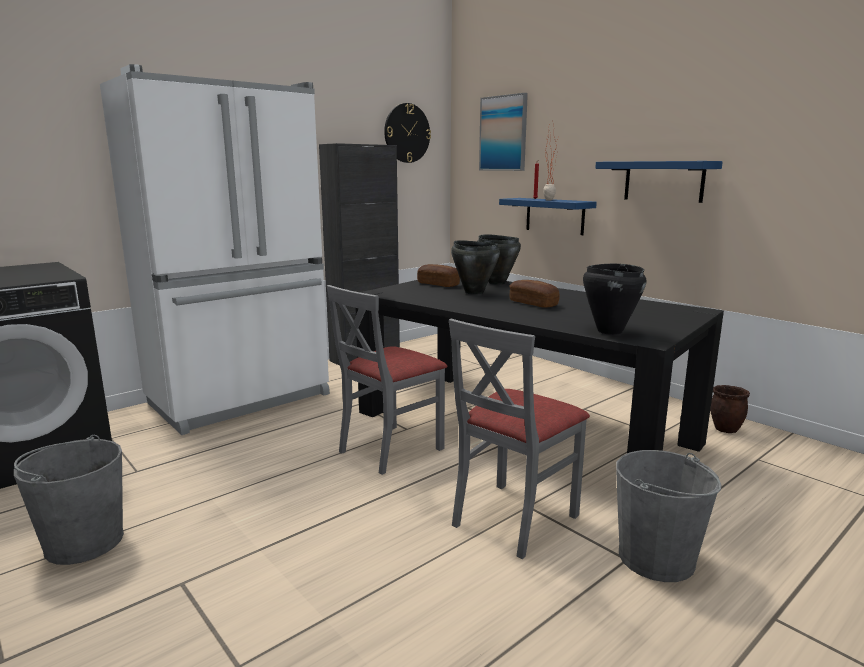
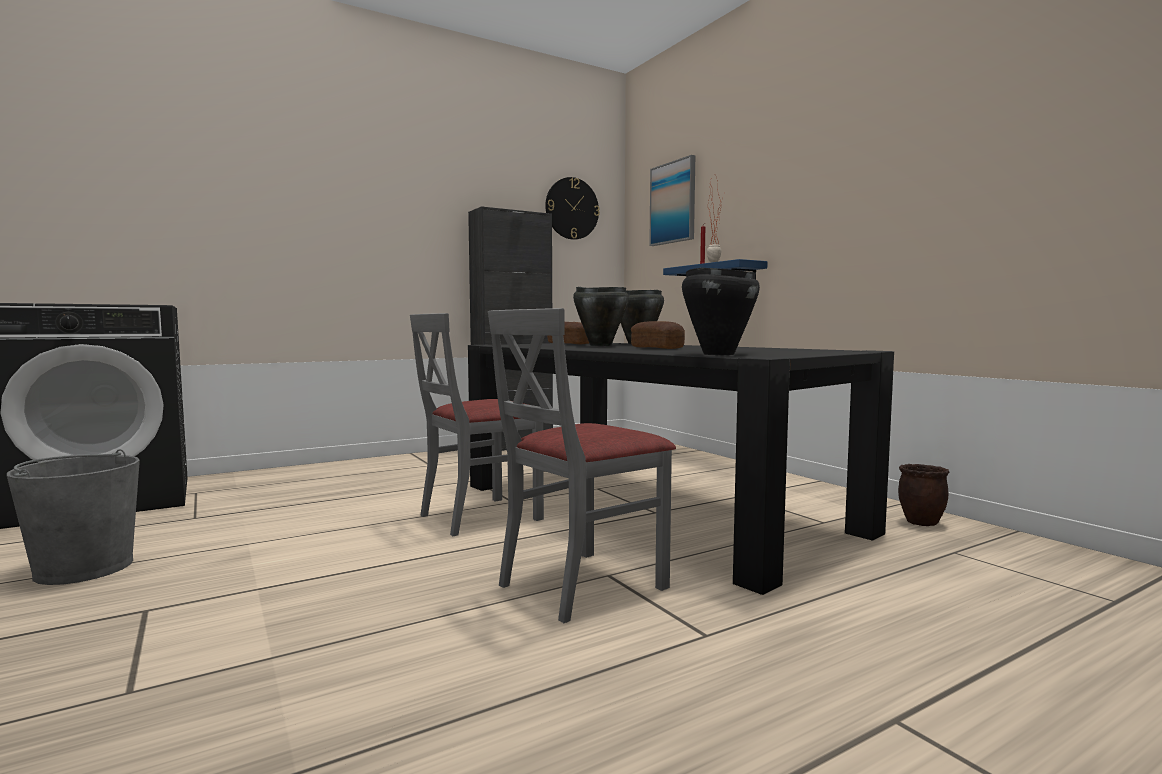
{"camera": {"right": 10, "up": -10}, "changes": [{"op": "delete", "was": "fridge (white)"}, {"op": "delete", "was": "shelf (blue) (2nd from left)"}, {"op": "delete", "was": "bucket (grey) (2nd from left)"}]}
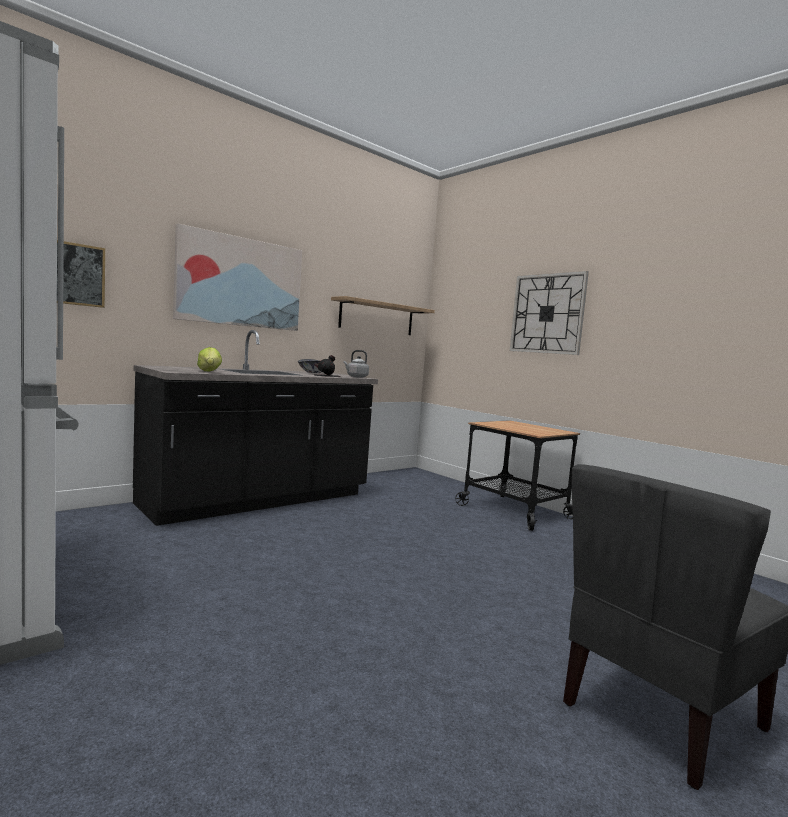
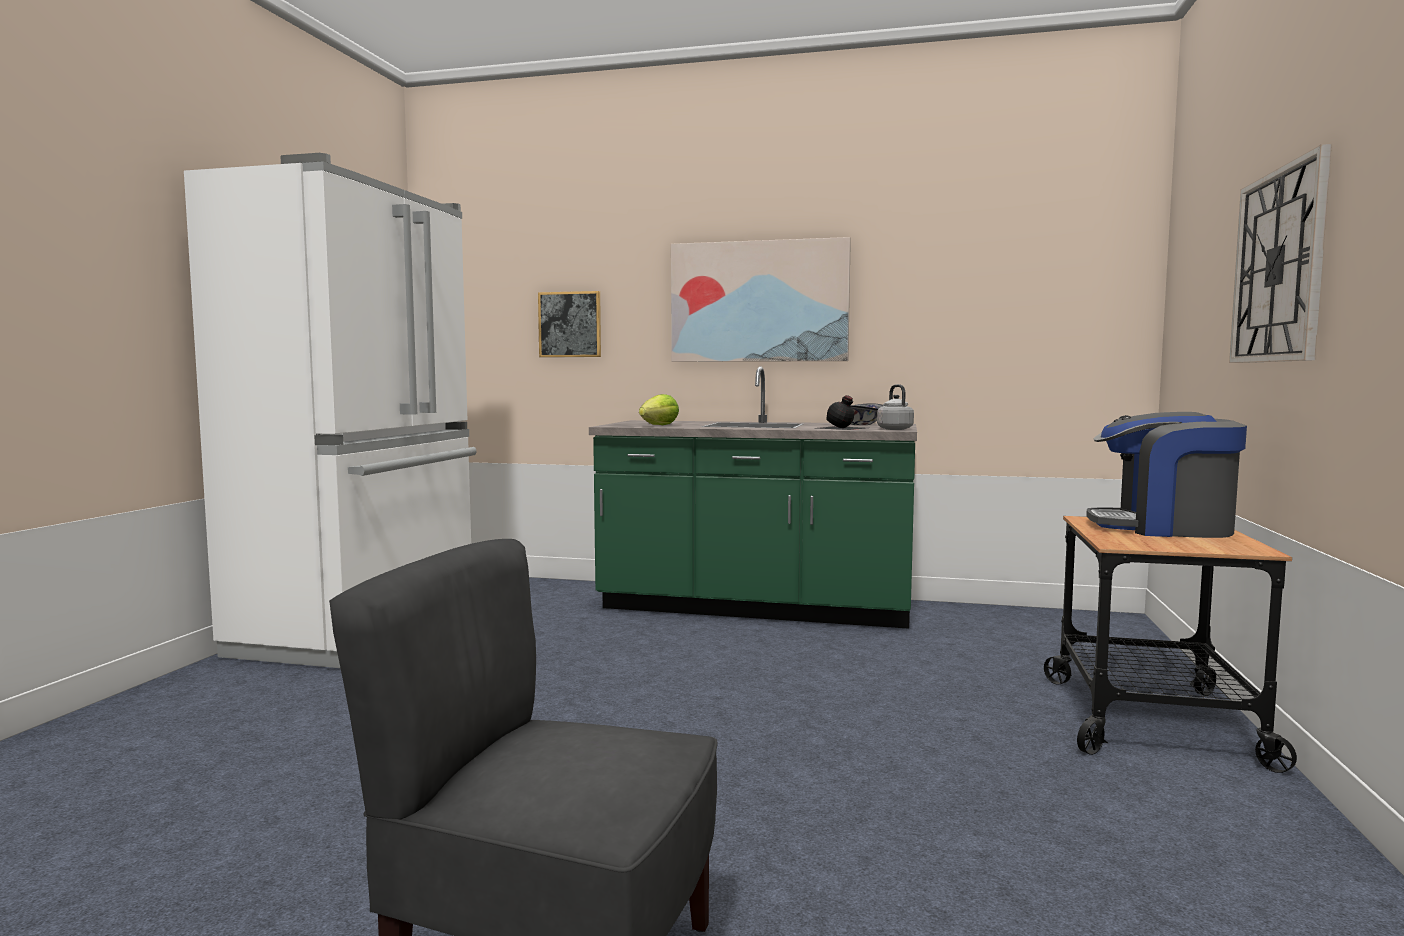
{"camera": {"right": 55, "up": 0}, "changes": [{"op": "recolor", "was": "counter (black)", "now": "counter (green)"}, {"op": "delete", "was": "shelf"}, {"op": "insert", "now": "coffee machine"}]}
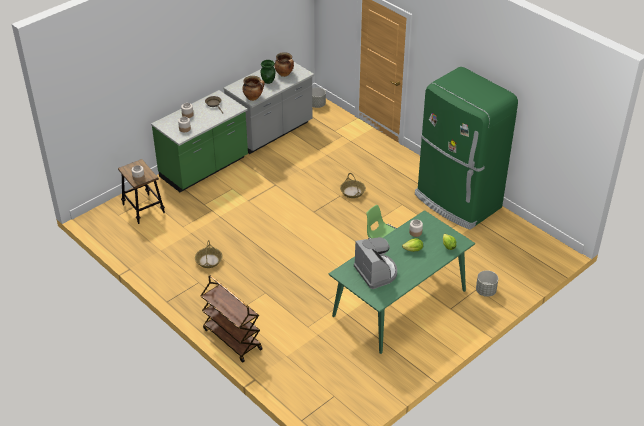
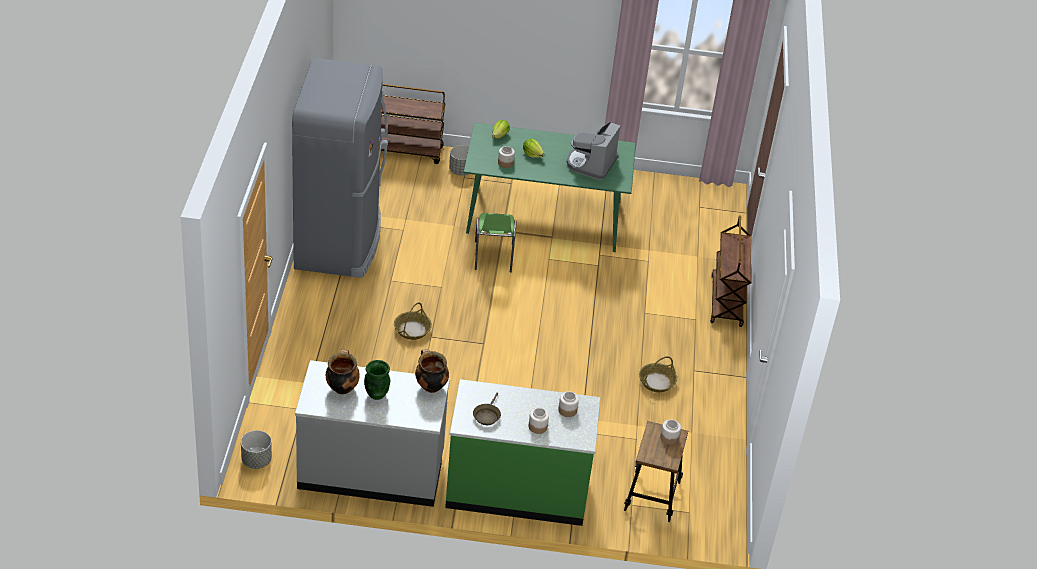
{"camera": {"right": -135, "up": 0}, "changes": [{"op": "recolor", "was": "fridge (green)", "now": "fridge (grey)"}, {"op": "insert", "now": "cart (brown) (1st from left)"}]}
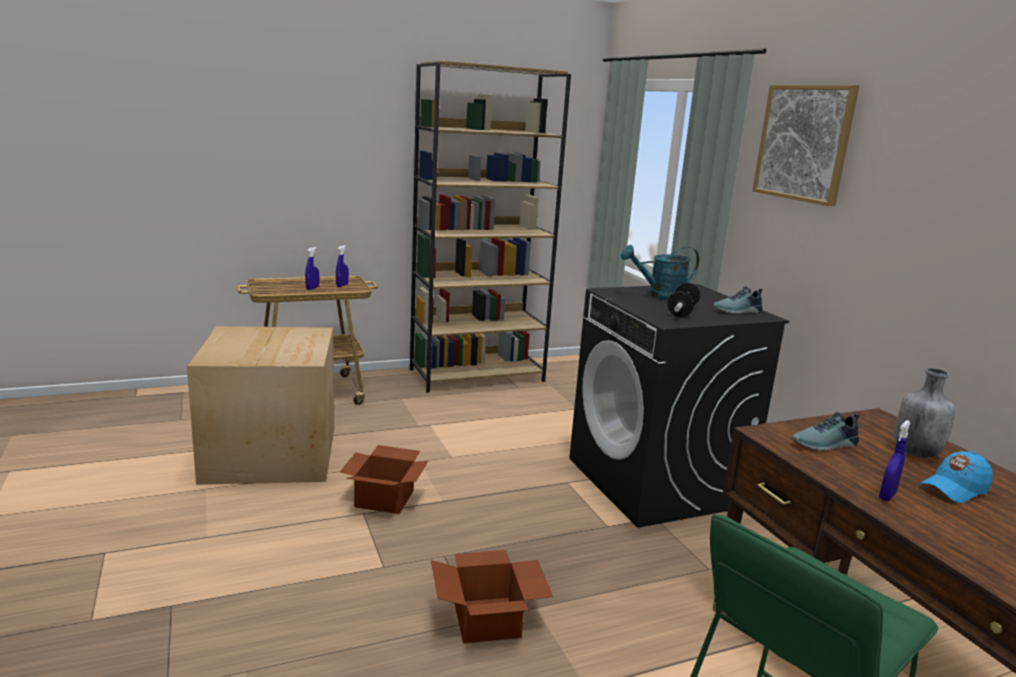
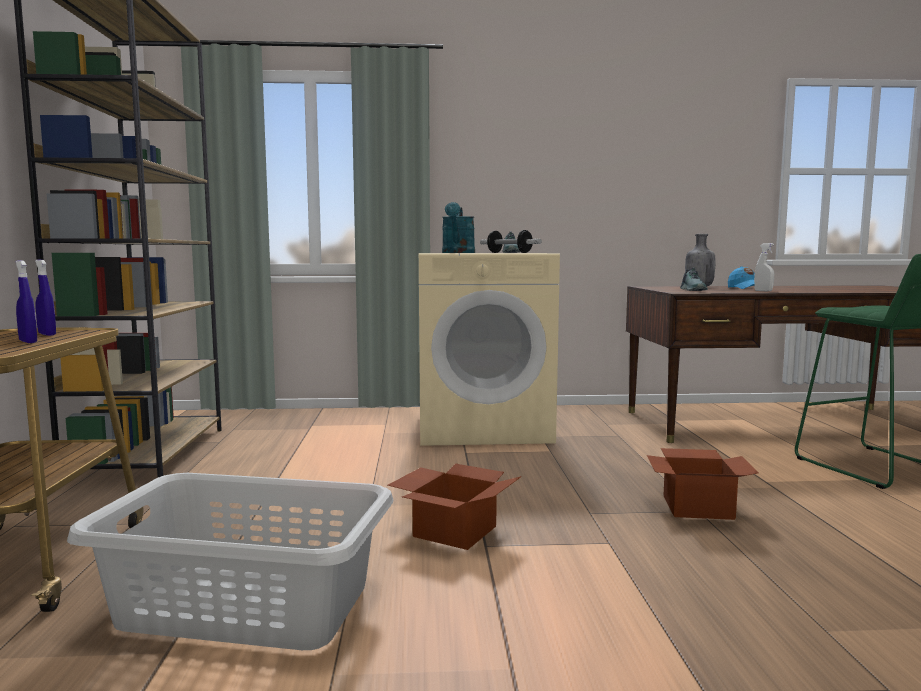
{"camera": {"right": -70, "up": -10}, "changes": [{"op": "replace", "was": "cardboard box (1st from left)", "now": "laundry basket (grey)"}, {"op": "recolor", "was": "washing machine (black)", "now": "washing machine (beige)"}, {"op": "delete", "was": "picture"}, {"op": "recolor", "was": "spray bottle (blue) (3rd from left)", "now": "spray bottle (white)"}]}
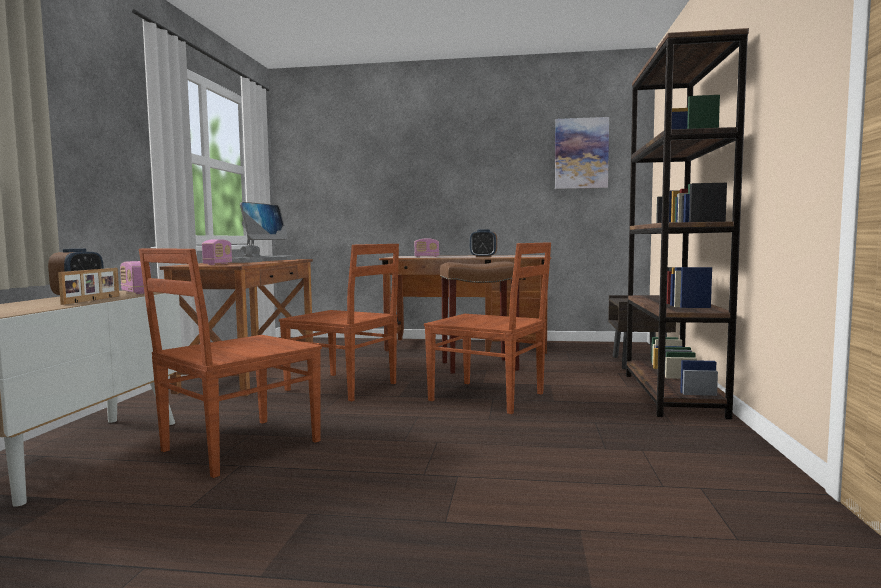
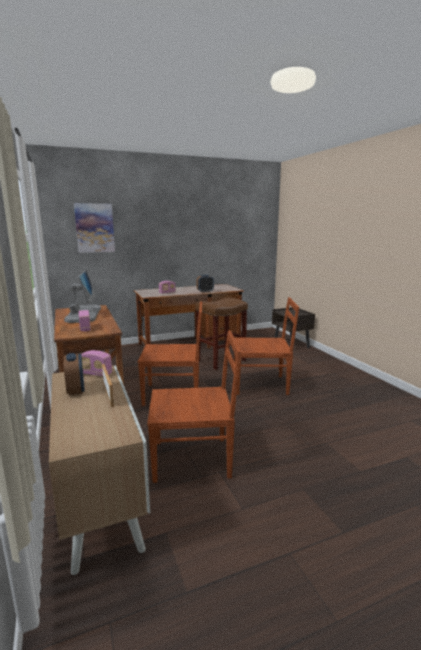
{"camera": {"right": -30, "up": 10}, "changes": [{"op": "rotate", "was": "chair (brown) (1st from left in the first image)", "clockwise": -105}, {"op": "move", "was": "picture"}, {"op": "delete", "was": "bookcase (brown)"}]}
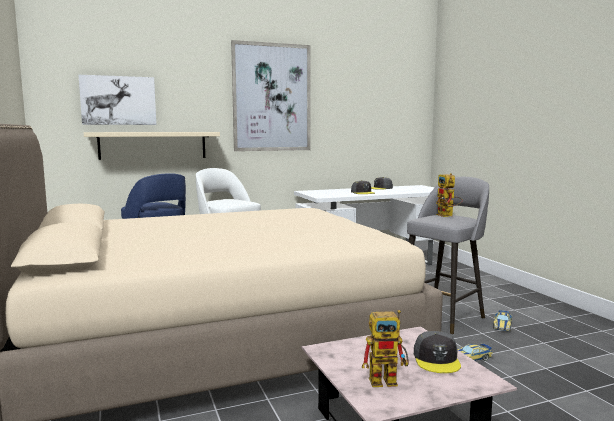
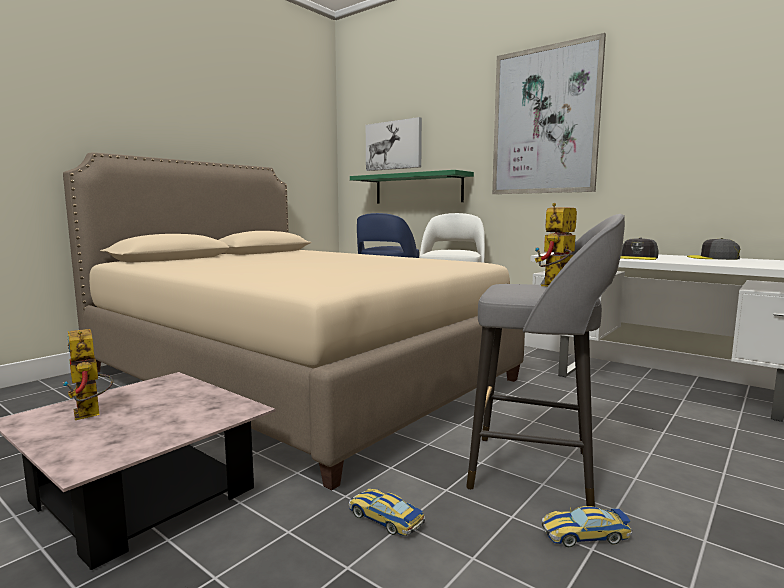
{"camera": {"right": 60, "up": 0}, "changes": [{"op": "recolor", "was": "shelf (beige)", "now": "shelf (green)"}, {"op": "delete", "was": "cap (grey) (3rd from left)"}]}
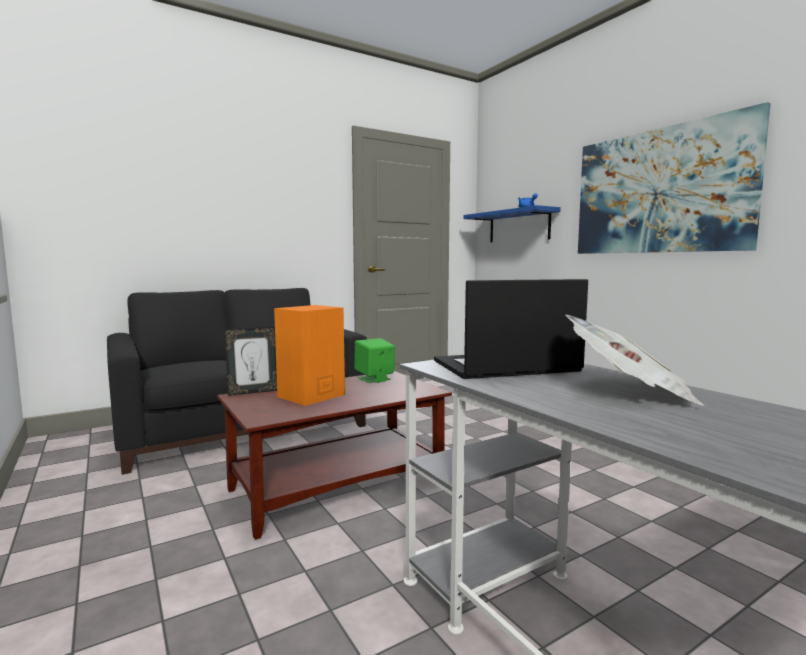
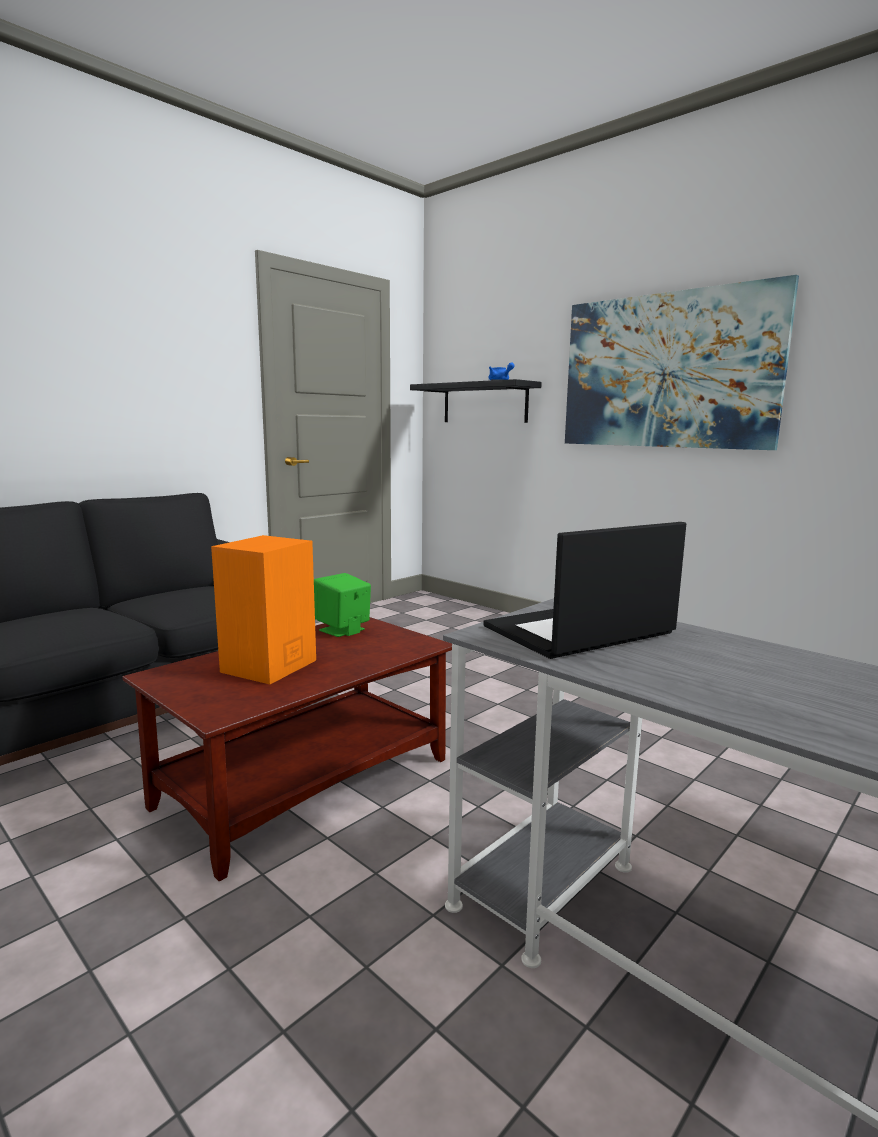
{"camera": {"right": -15, "up": 5}, "changes": [{"op": "delete", "was": "picture frame"}, {"op": "recolor", "was": "shelf (blue)", "now": "shelf (black)"}, {"op": "delete", "was": "newspaper"}]}
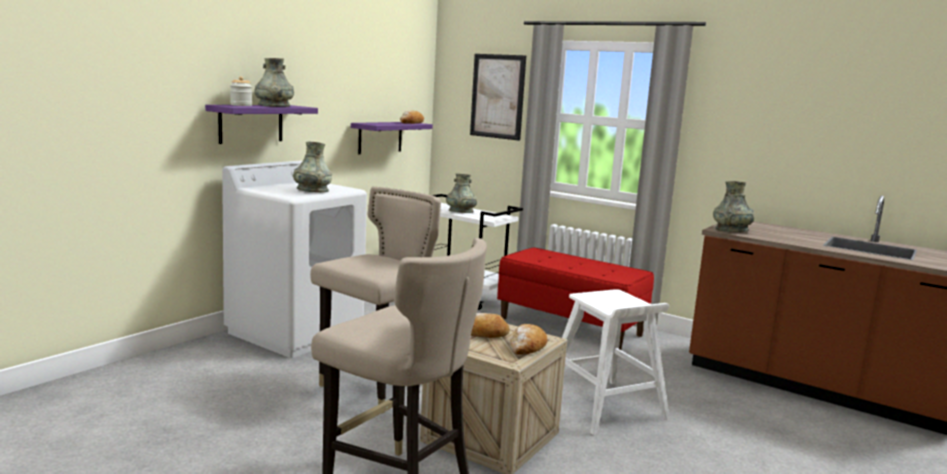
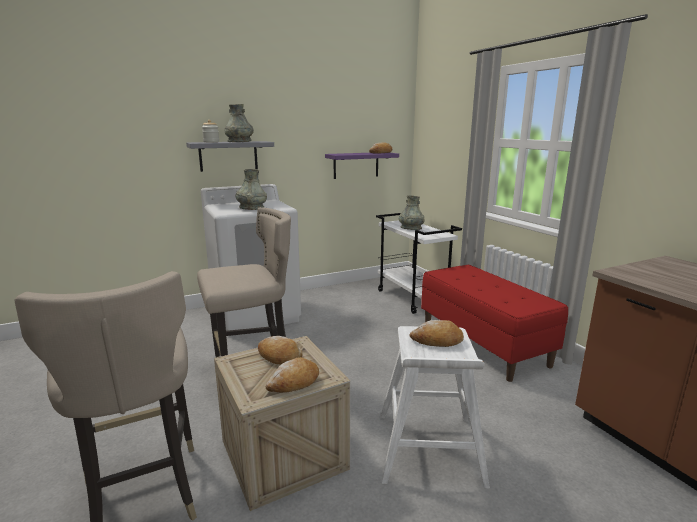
{"camera": {"right": 30, "up": 5}, "changes": [{"op": "recolor", "was": "shelf (purple) (1st from left)", "now": "shelf (grey)"}, {"op": "delete", "was": "picture"}, {"op": "delete", "was": "vase (grey) (4th from left)"}, {"op": "insert", "now": "bread (4th from left)"}]}
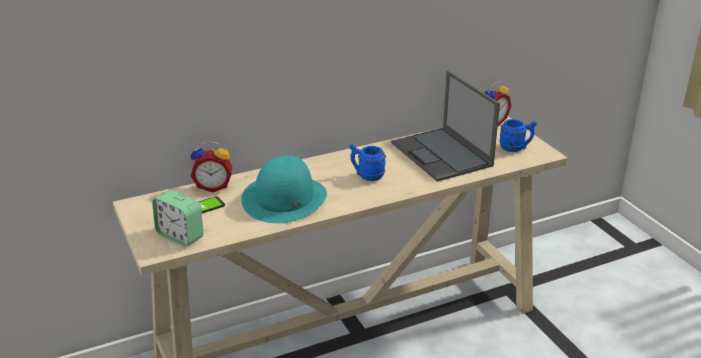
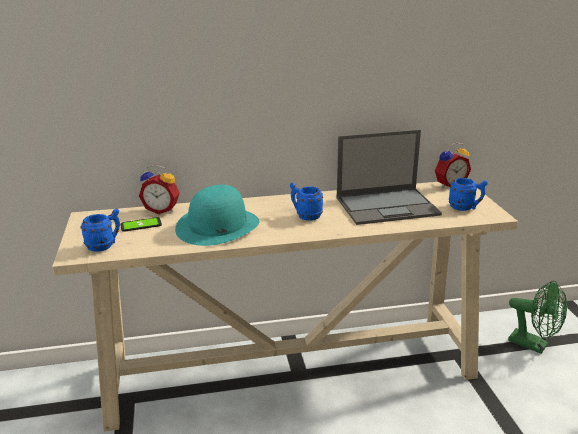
{"camera": {"right": 15, "up": -5}, "changes": [{"op": "replace", "was": "alarm clock (1st from left)", "now": "mug (blue) (1st from left)"}, {"op": "rotate", "was": "laptop", "clockwise": -90}, {"op": "insert", "now": "fan (green)"}]}
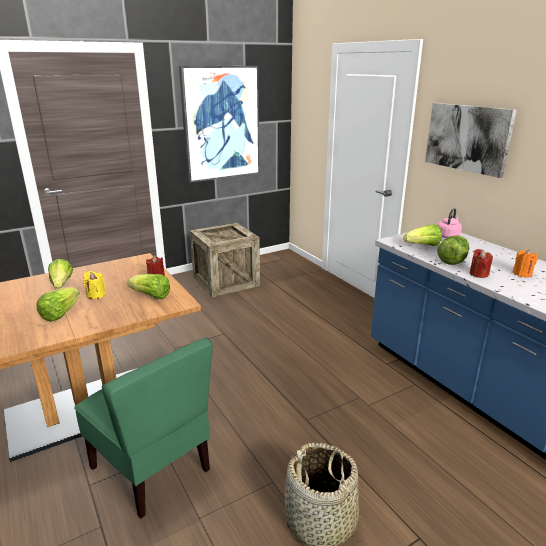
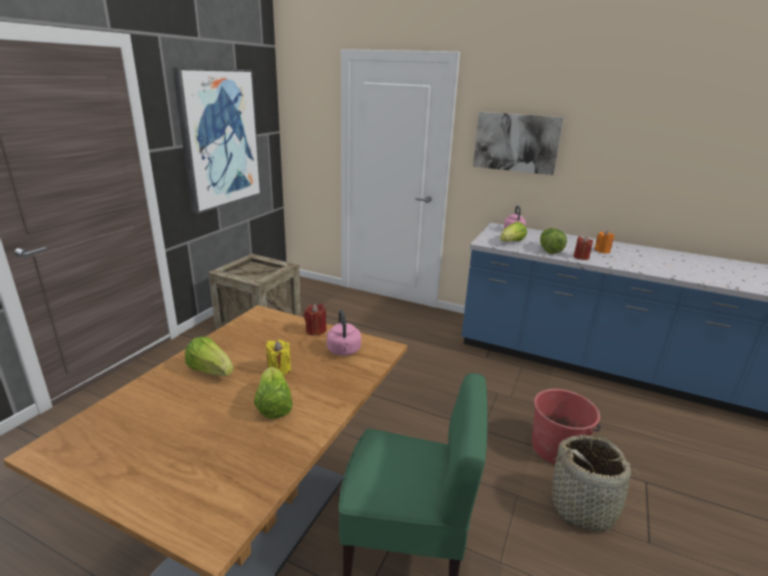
{"camera": {"right": -35, "up": 0}, "changes": [{"op": "replace", "was": "lettuce (3rd from left)", "now": "kettle (pink) (1st from left)"}, {"op": "insert", "now": "bucket (red)"}]}
